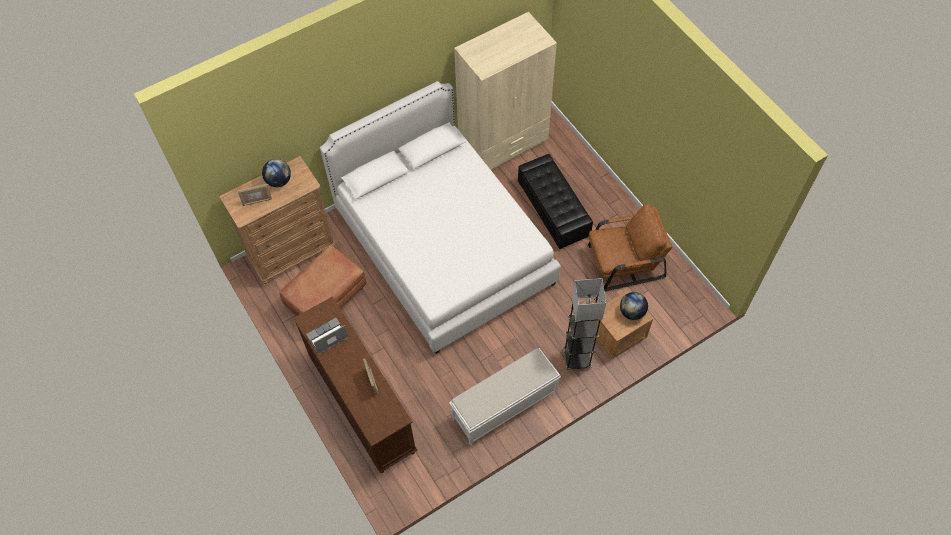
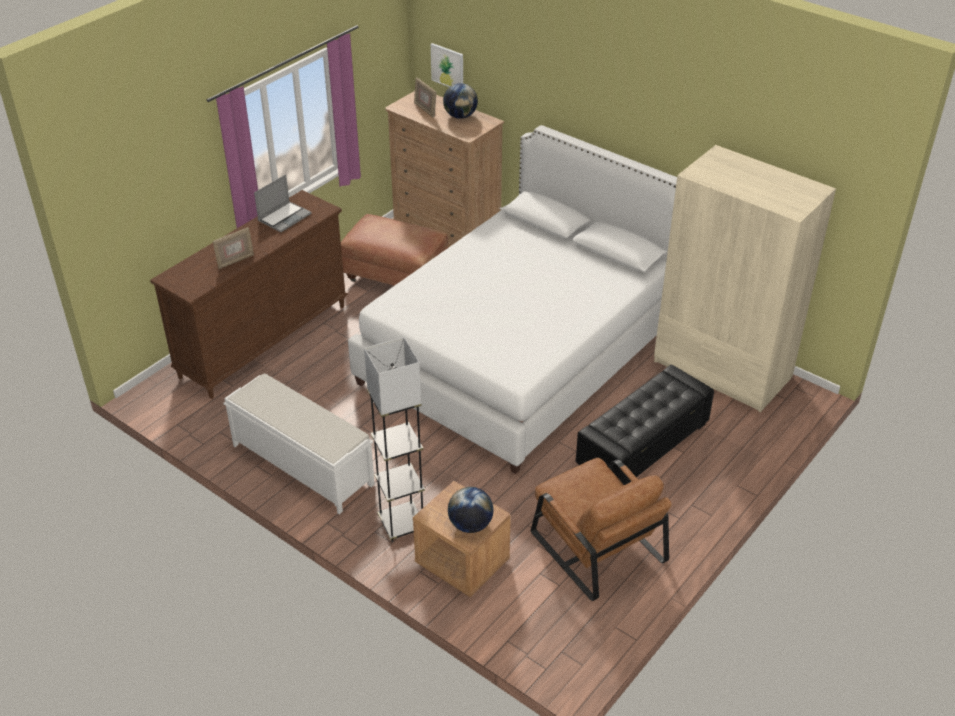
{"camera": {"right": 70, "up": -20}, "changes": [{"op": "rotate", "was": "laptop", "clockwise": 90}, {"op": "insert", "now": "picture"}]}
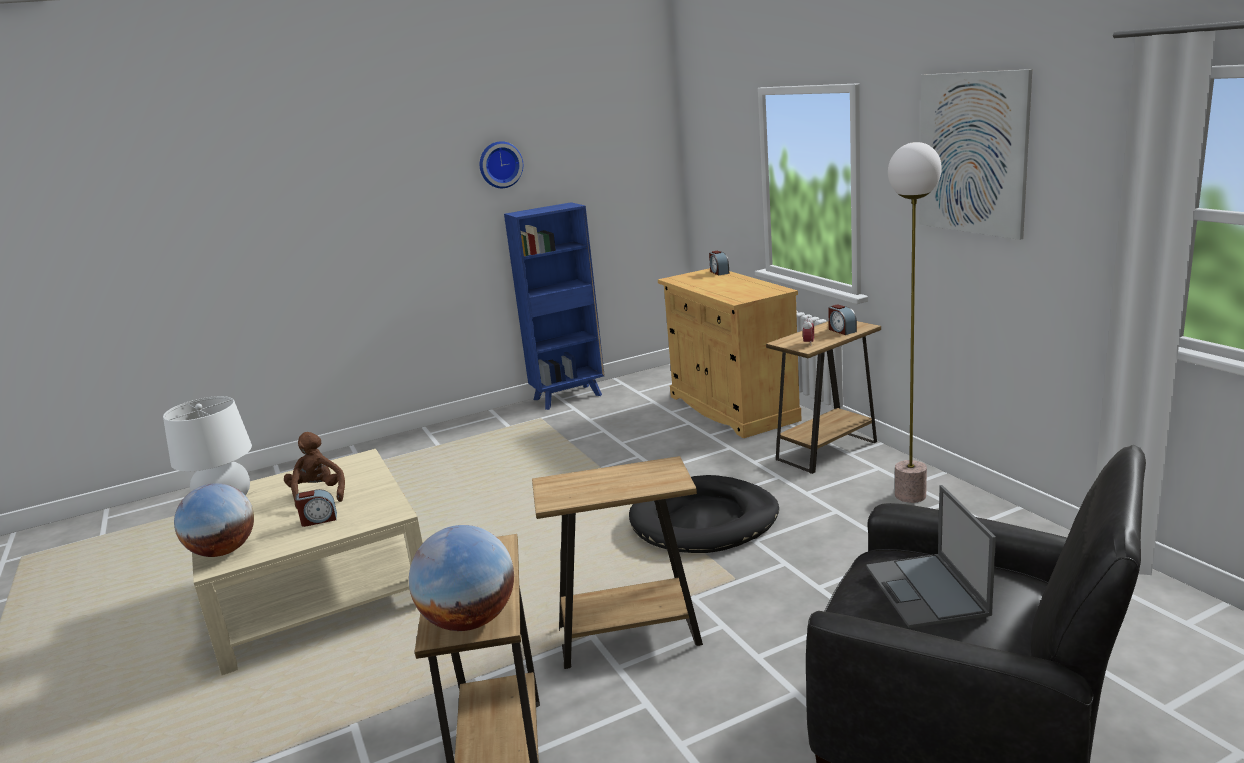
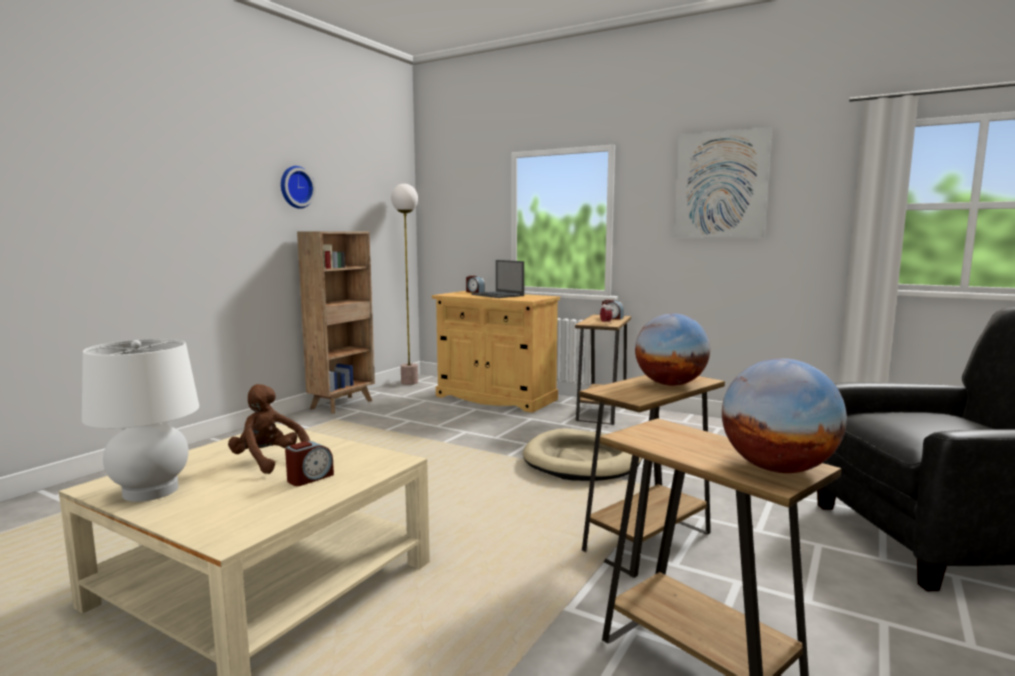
{"camera": {"right": -35, "up": -10}, "changes": [{"op": "move", "was": "globe (1st from left)"}, {"op": "recolor", "was": "bookcase (blue)", "now": "bookcase (brown)"}, {"op": "recolor", "was": "dog bed (black)", "now": "dog bed (beige)"}, {"op": "move", "was": "laptop"}, {"op": "move", "was": "floor lamp"}]}
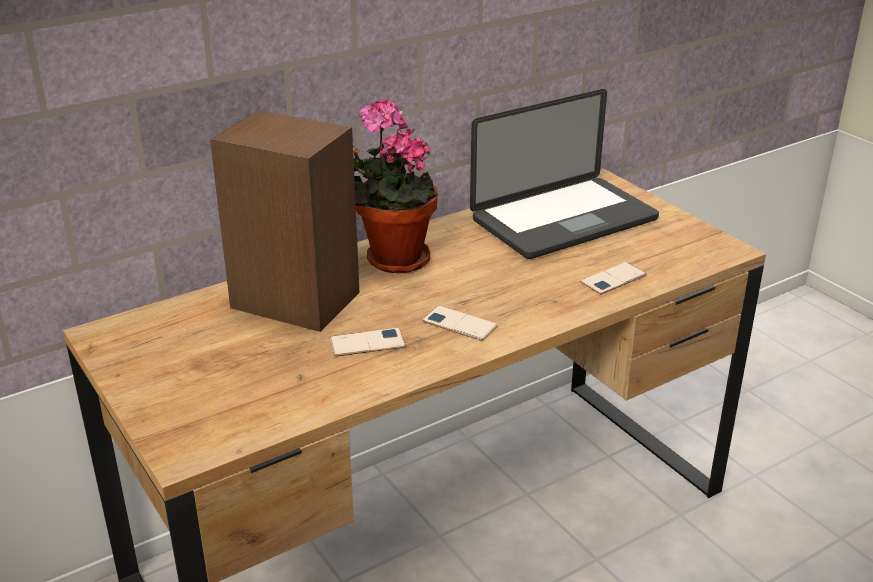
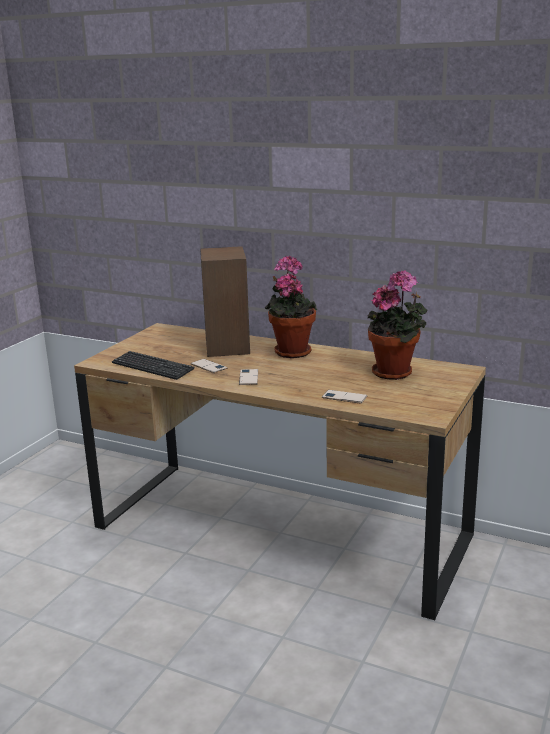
{"camera": {"right": 60, "up": -10}, "changes": [{"op": "replace", "was": "laptop", "now": "potted plant (2nd from left)"}, {"op": "insert", "now": "keyboard"}]}
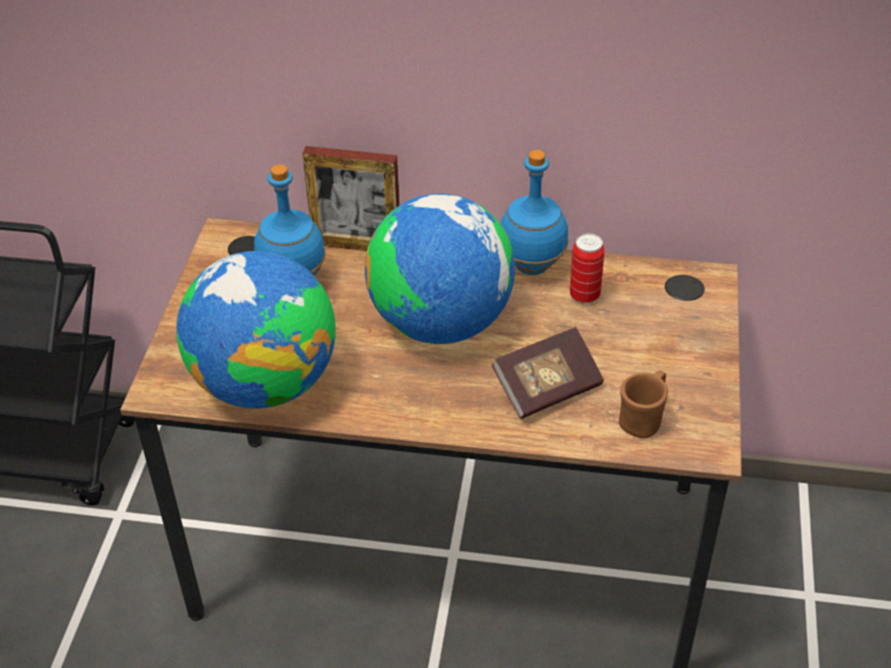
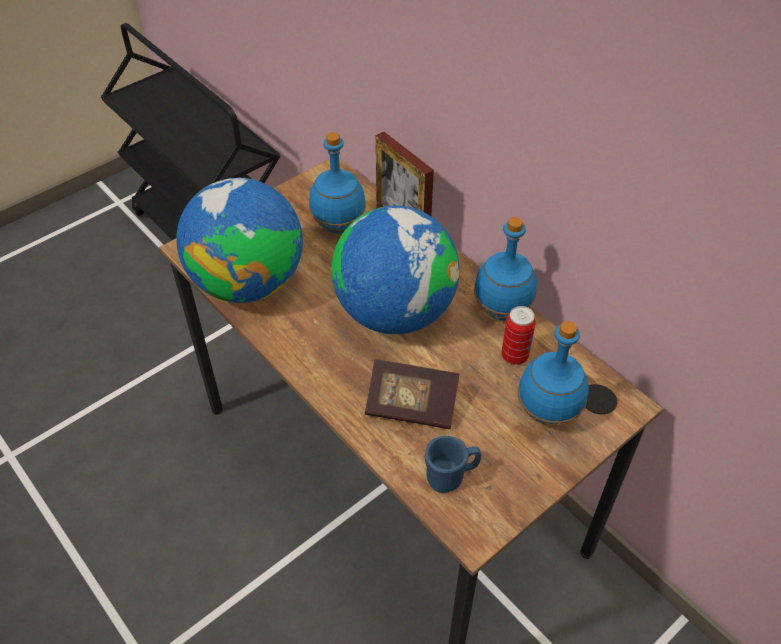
{"camera": {"right": 40, "up": 5}, "changes": [{"op": "recolor", "was": "mug (brown)", "now": "mug (blue)"}, {"op": "insert", "now": "bottle (blue) (3rd from left)"}]}
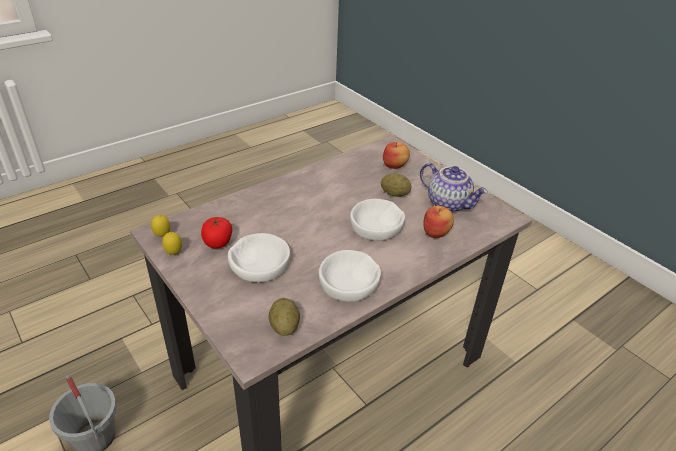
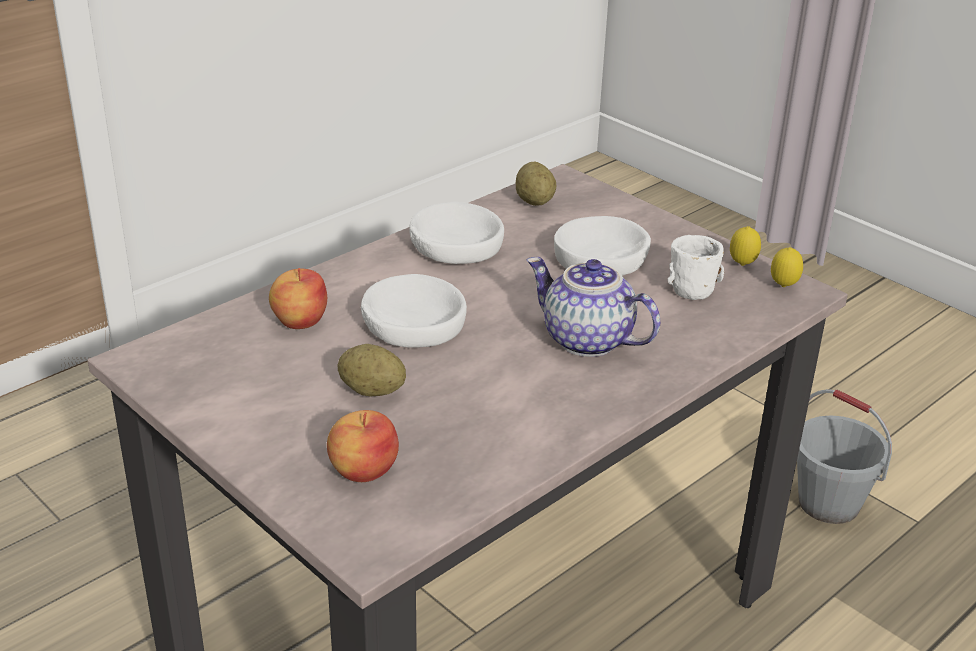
{"camera": {"right": 175, "up": -5}, "changes": [{"op": "replace", "was": "tomato", "now": "mug (white)"}, {"op": "move", "was": "teapot"}]}
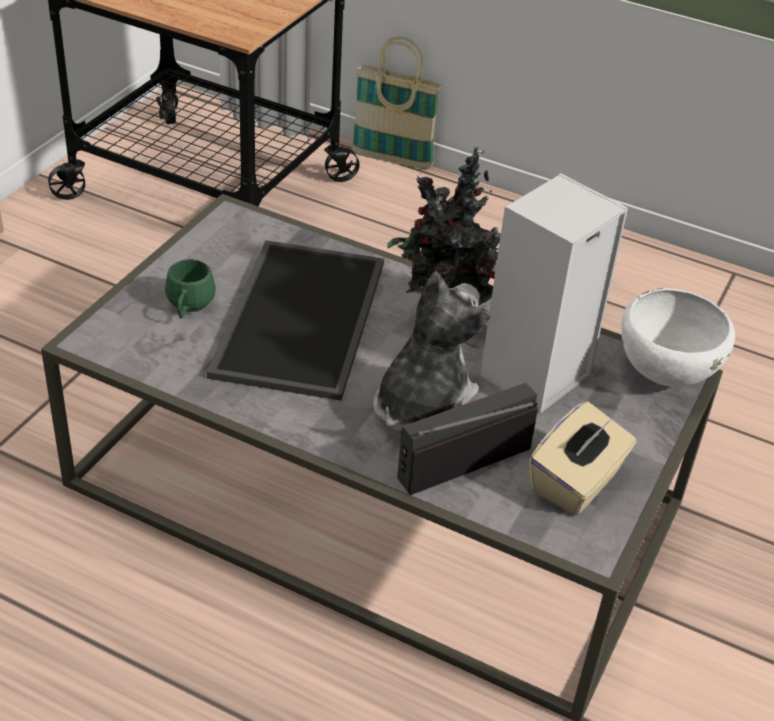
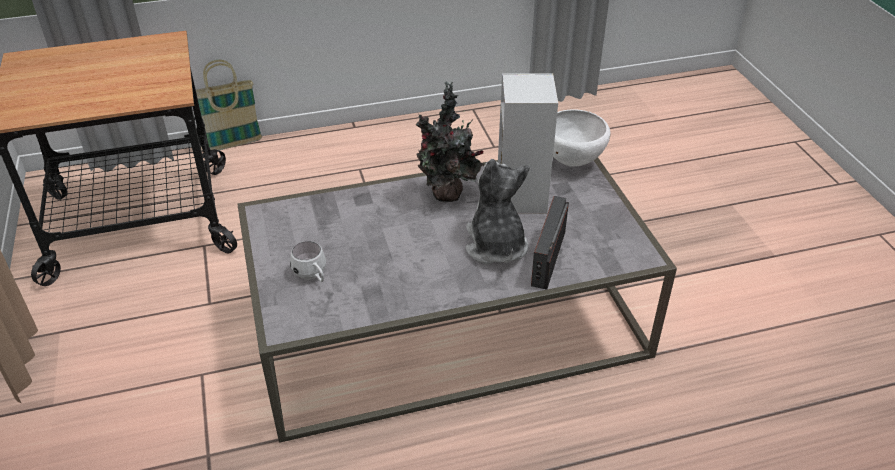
{"camera": {"right": -40, "up": 0}, "changes": [{"op": "recolor", "was": "mug (green)", "now": "mug (white)"}, {"op": "delete", "was": "tray"}, {"op": "delete", "was": "tissue box (beige)"}]}
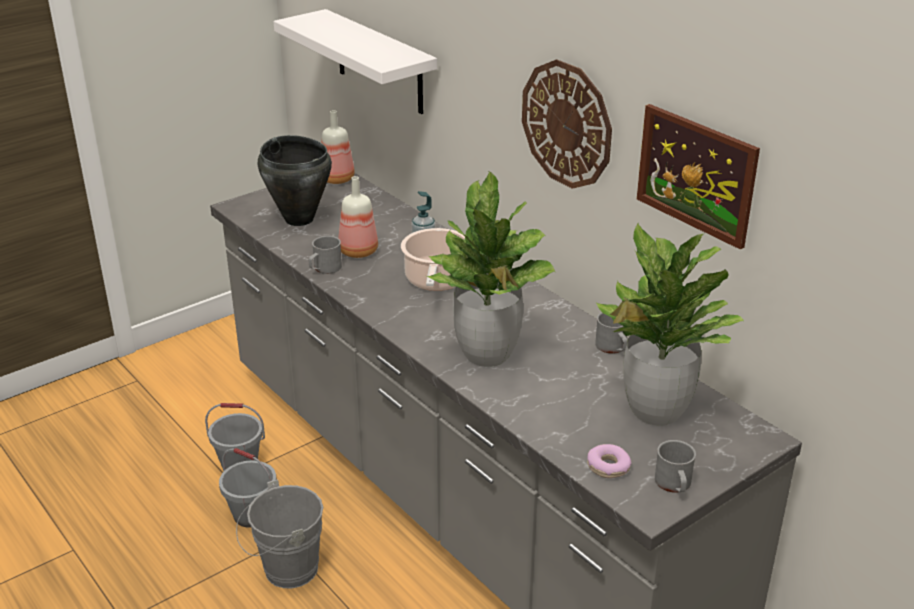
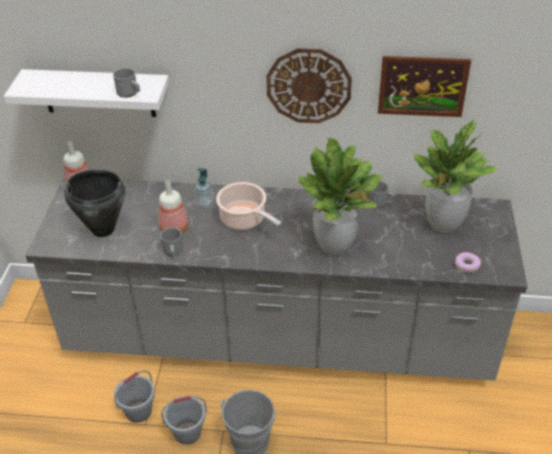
{"camera": {"right": -45, "up": 10}, "changes": [{"op": "move", "was": "mug (grey) (3rd from left in the first image)", "now": "mug (grey) (1st from left)"}]}
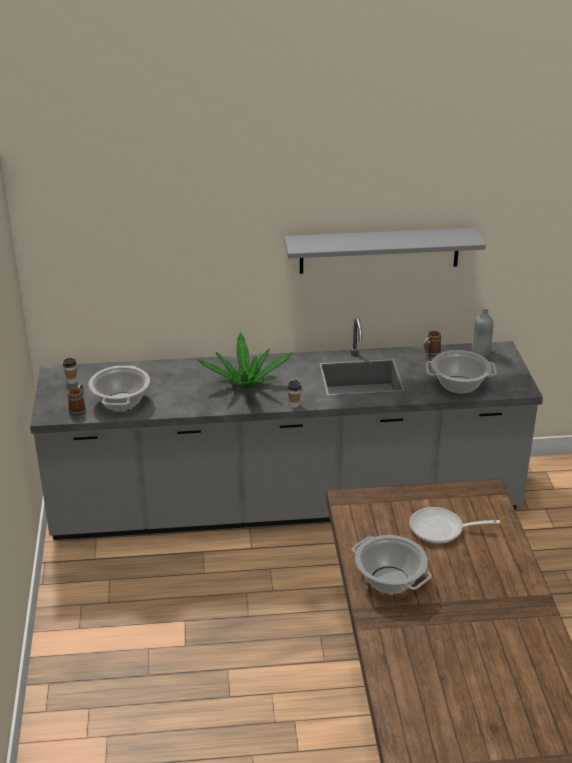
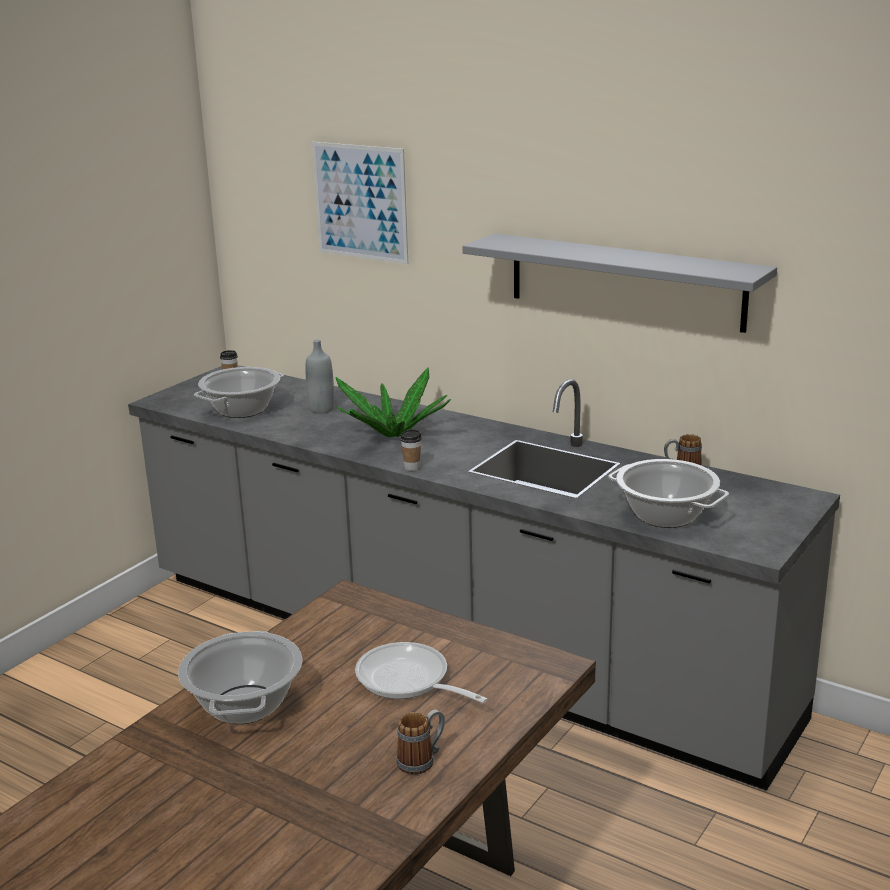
{"camera": {"right": 40, "up": -10}, "changes": [{"op": "move", "was": "mug (1st from left)"}, {"op": "move", "was": "bottle (grey)"}, {"op": "insert", "now": "picture"}]}
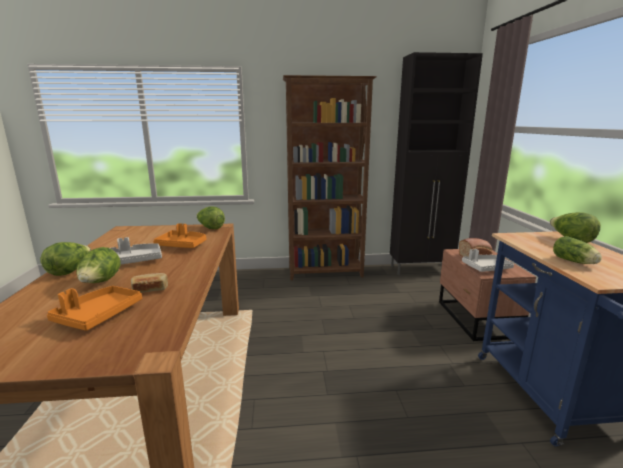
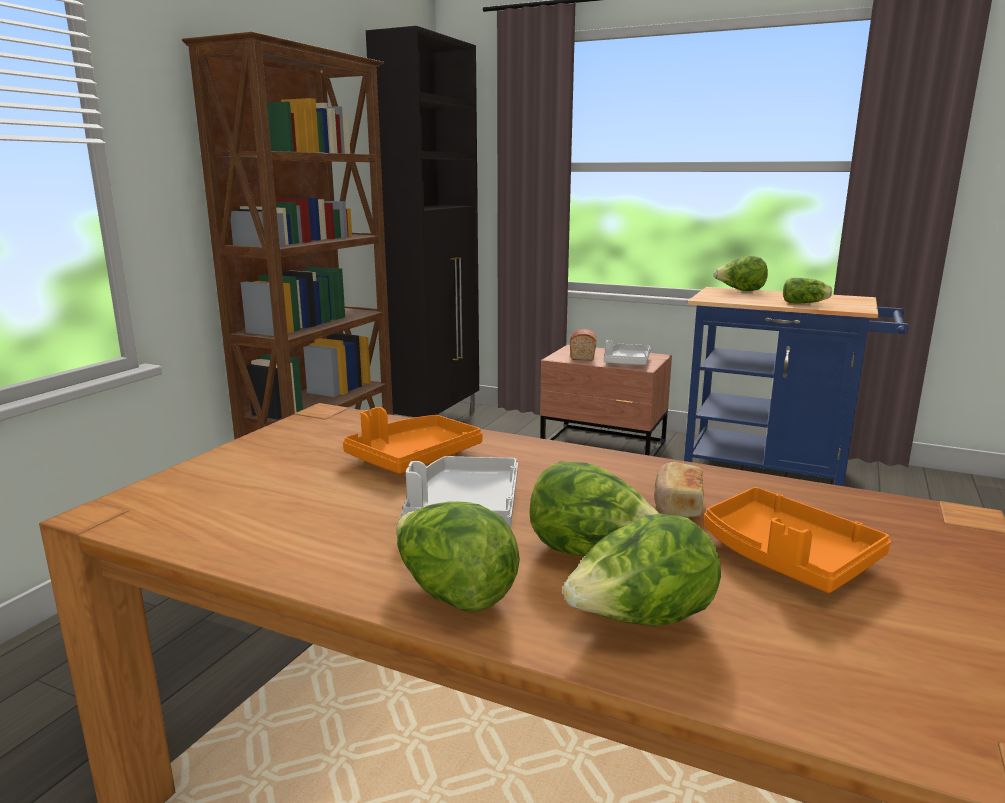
{"camera": {"right": -60, "up": 0}, "changes": [{"op": "move", "was": "lettuce (3rd from left)"}]}
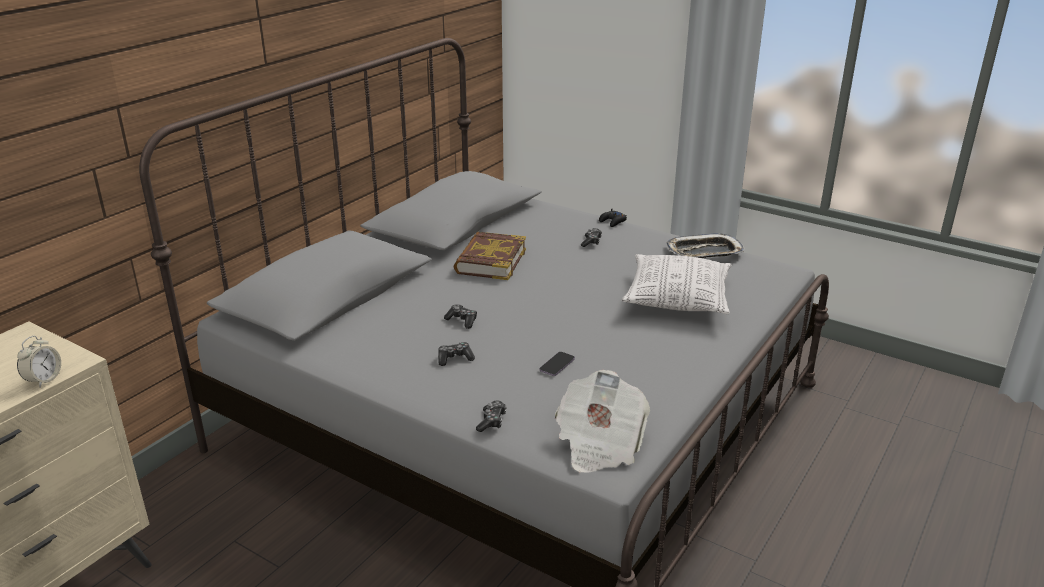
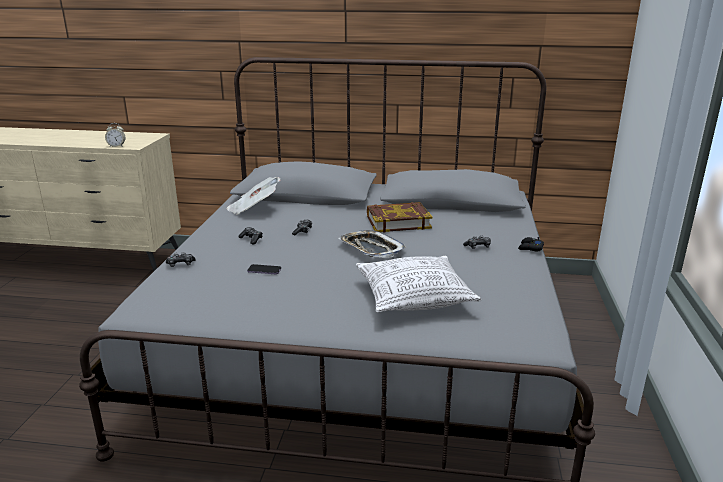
{"camera": {"right": 65, "up": -5}, "changes": [{"op": "move", "was": "newspaper"}, {"op": "move", "was": "tray"}]}
